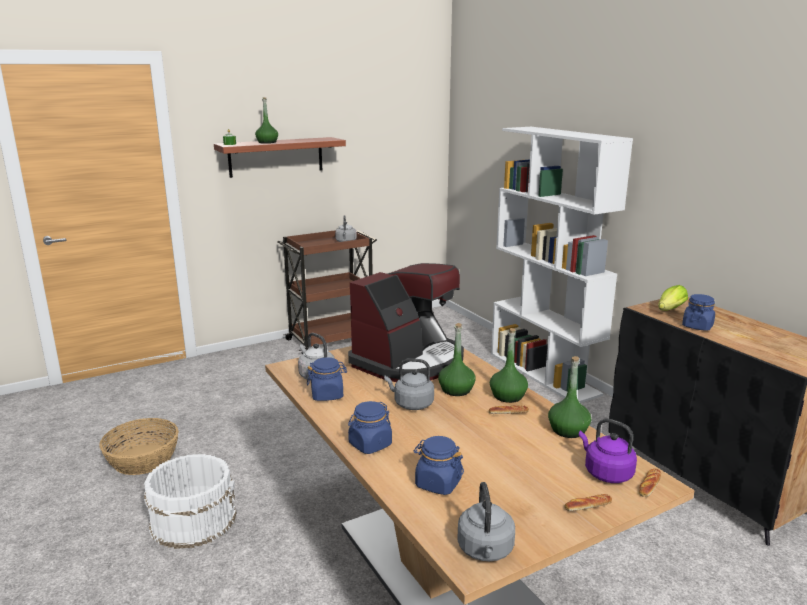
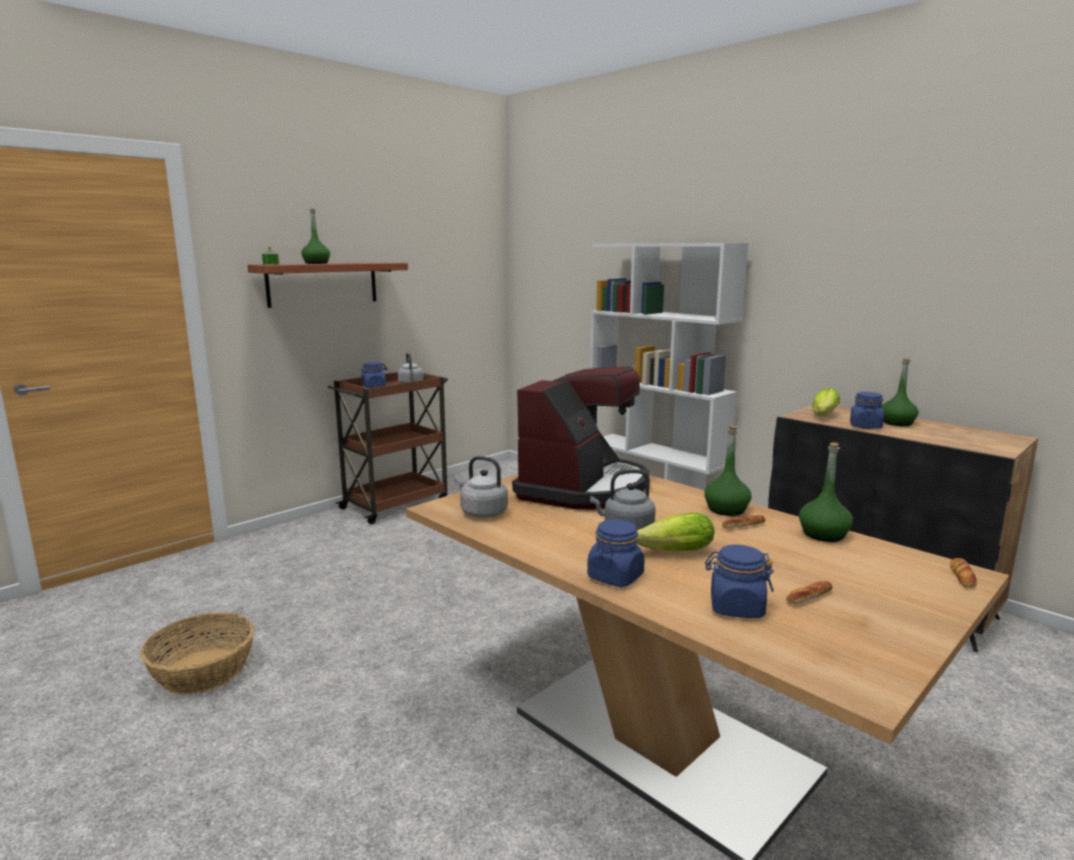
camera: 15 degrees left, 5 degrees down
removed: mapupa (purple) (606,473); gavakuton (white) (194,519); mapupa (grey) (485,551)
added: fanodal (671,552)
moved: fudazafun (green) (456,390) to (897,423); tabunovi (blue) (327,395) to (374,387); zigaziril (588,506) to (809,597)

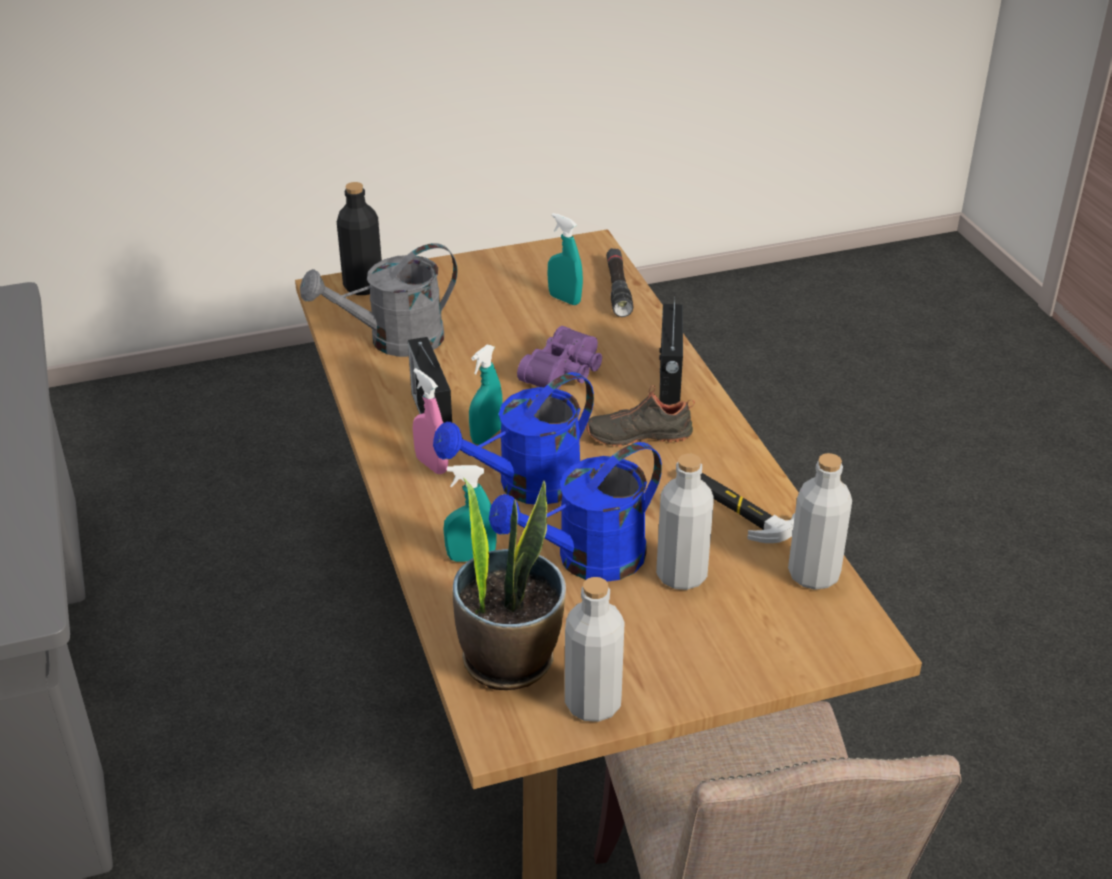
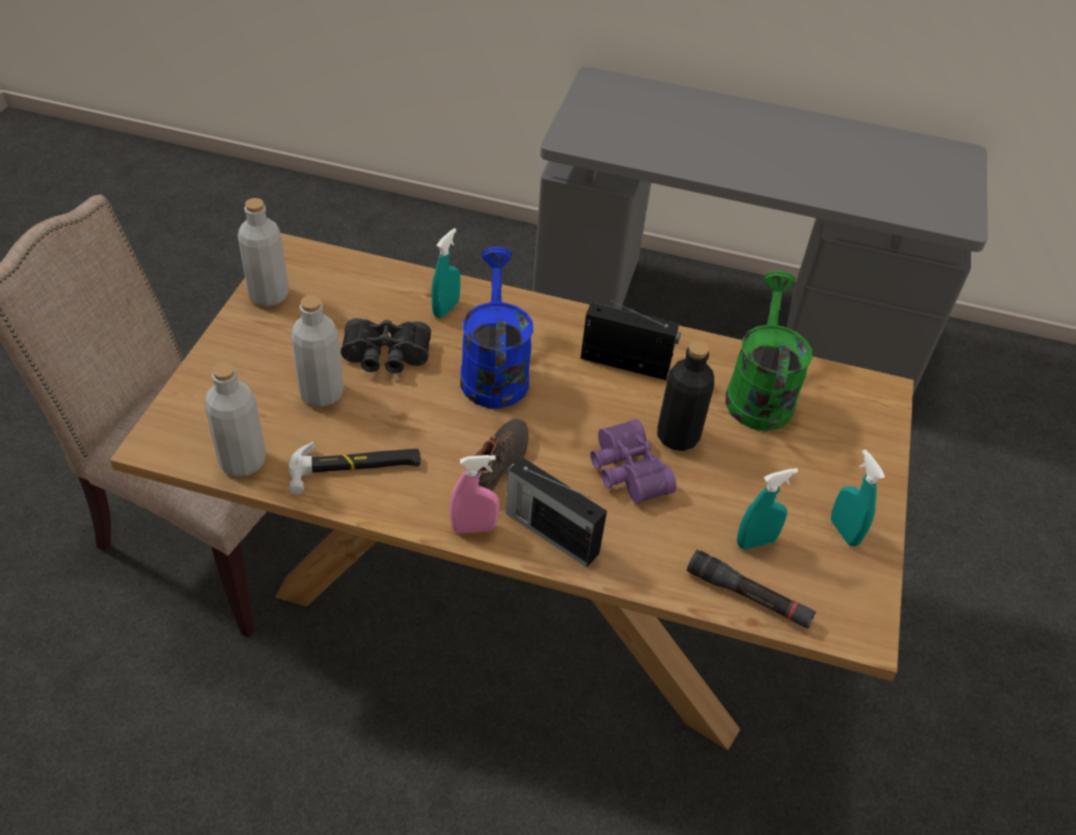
camera: 120 degrees right, 10 degrees up
removed: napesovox (509,659)
moved: fudazafun (black) (363,286) to (677,436); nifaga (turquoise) (486,436) to (844,531); nifaga (pink) (431,465) to (474,528)
replaced: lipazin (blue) (587,560) to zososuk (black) (386,357)
recoloured: lipazin (grey) (394,341) to lipazin (green) (759,392)

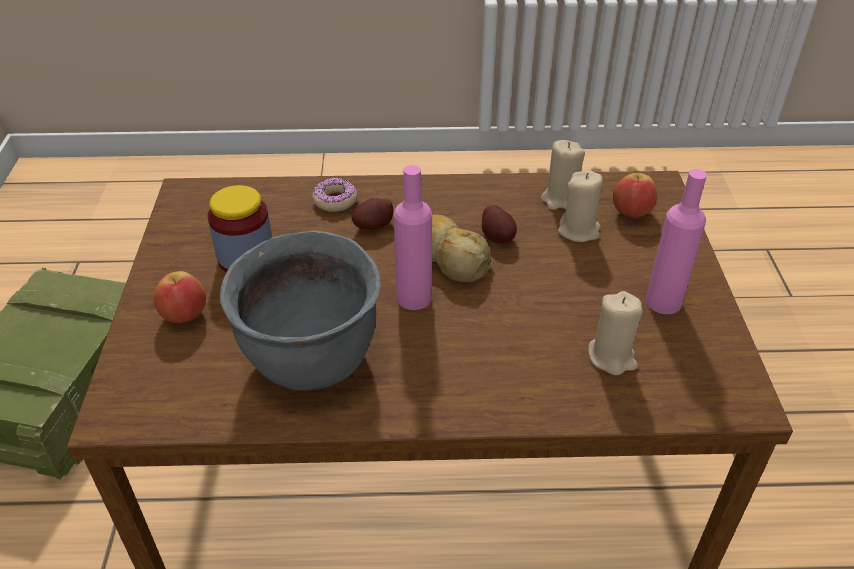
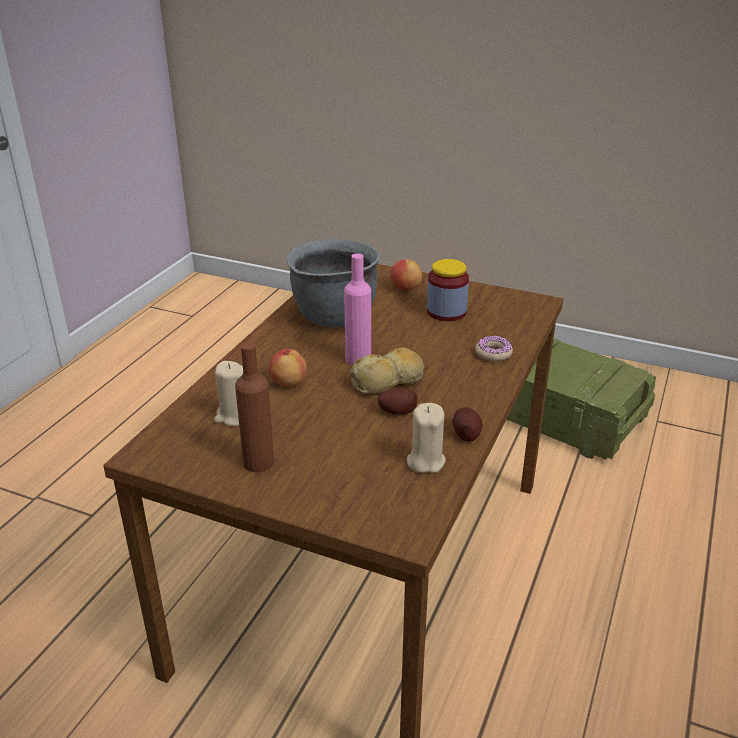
camera: 115 degrees right, 10 degrees down
removed: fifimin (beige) (579,230)
moved: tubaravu (631,212) to (288,383); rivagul (373,225) to (466,434)
recoloured: fudazafun (pink) (663,302) to fudazafun (brown) (258,462)

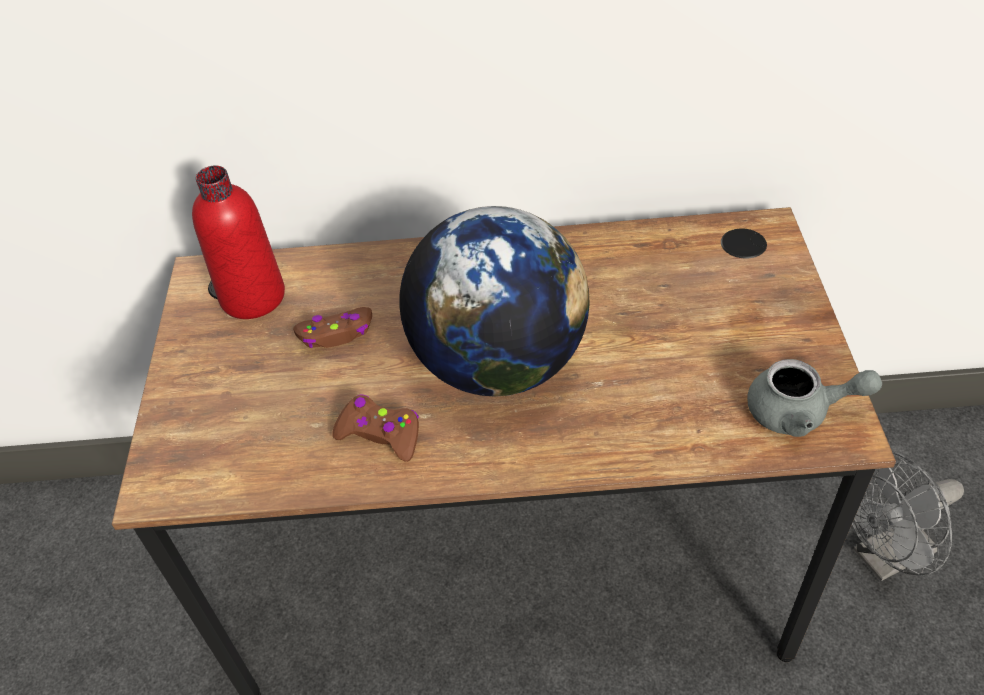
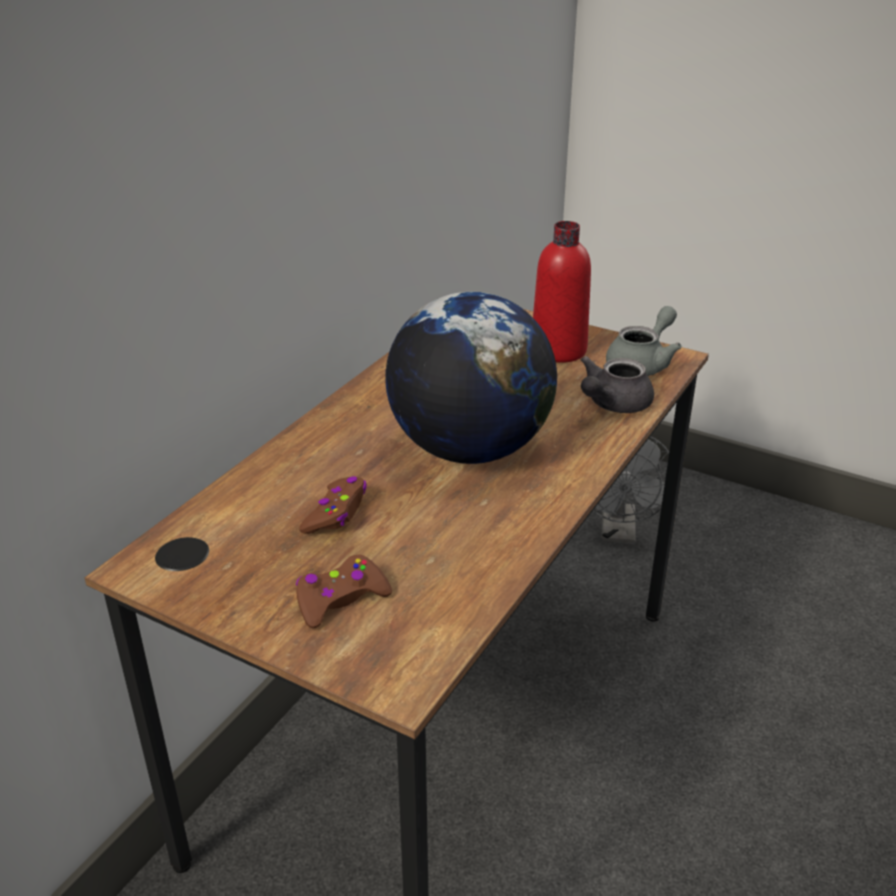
camera: 60 degrees left, 15 degrees down
added: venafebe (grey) (612,404)
moved: fudazafun (red) (253,297) to (558,350); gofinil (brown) (380,434) to (340,599)

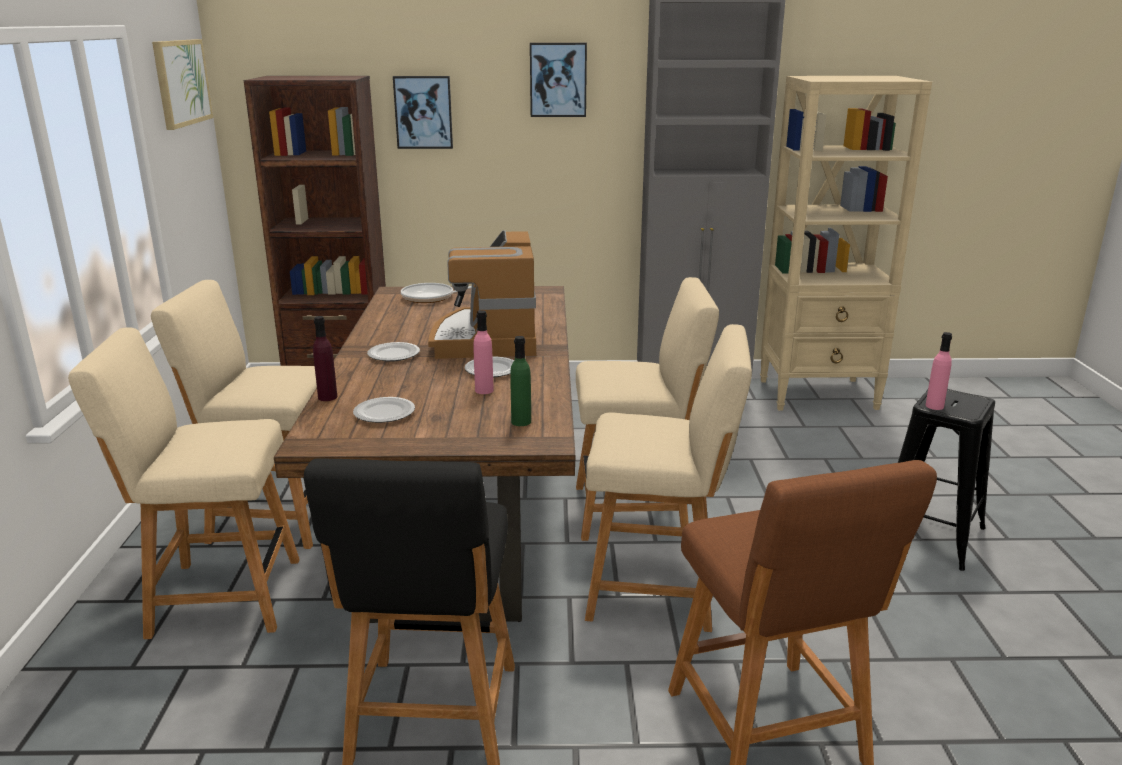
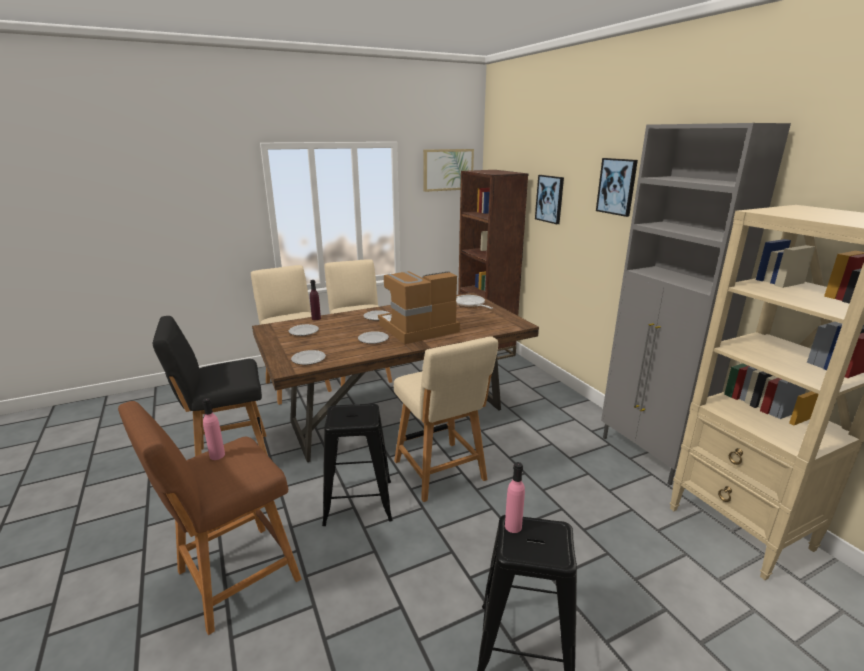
camera: 65 degrees right, 0 degrees up
moved: fudazafun (pink) (484,390) to (217,455)
replaced: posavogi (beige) (659,589) to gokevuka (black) (358,502); fudazafun (green) (521,422) to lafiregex (308,359)

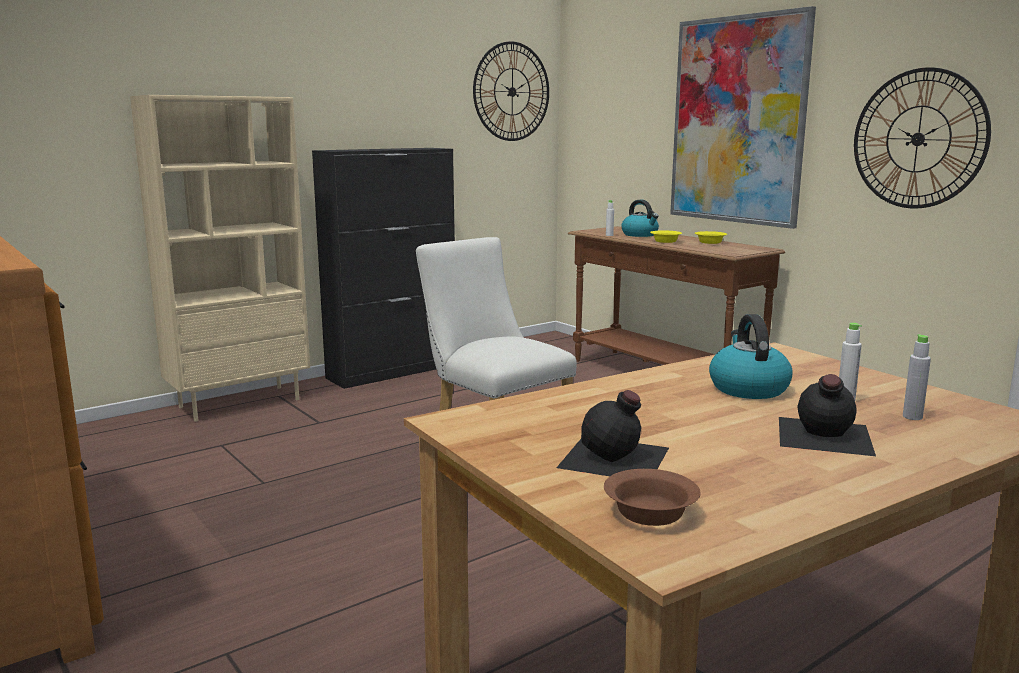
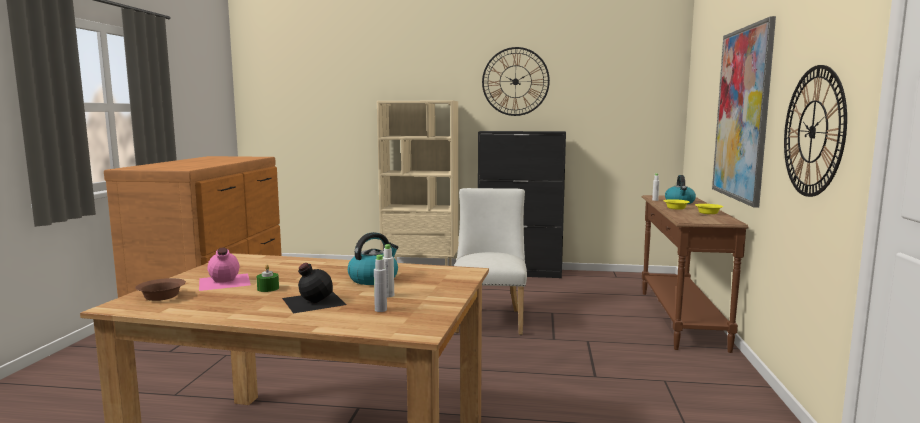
camera: 45 degrees right, 5 degrees down
added: fifimin (green) (268,288)
moved: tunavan (512,92) to (515,81)
recoloured: fudazafun (black) (615,458) to fudazafun (pink) (223,282)

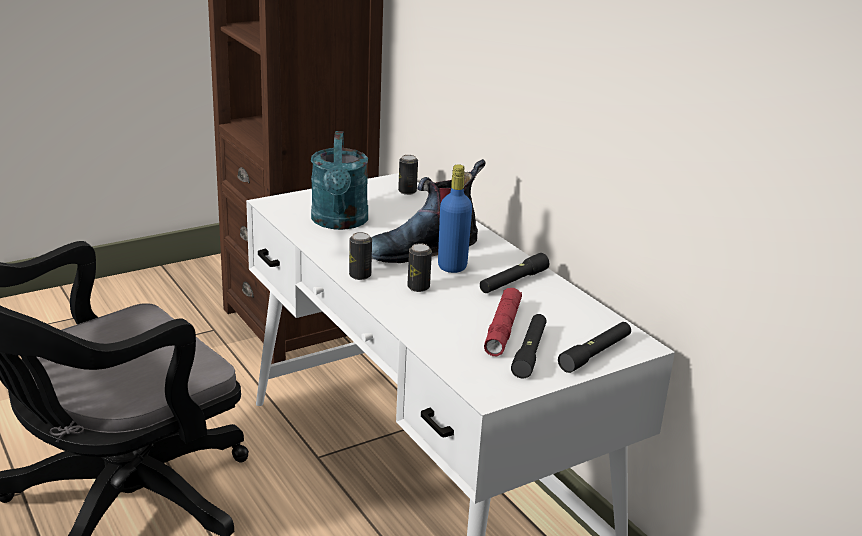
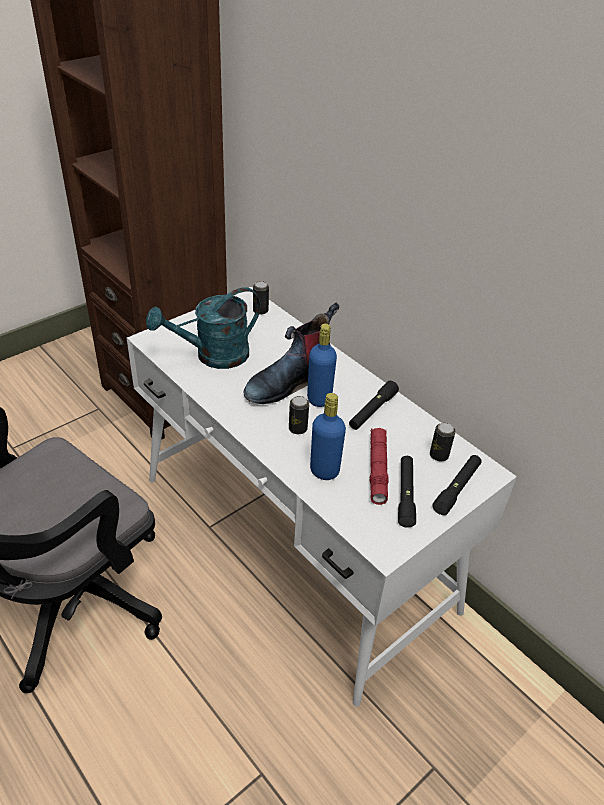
camera: 10 degrees left, 15 degrees up
added: fudazafun (blue) (324,471)
moved: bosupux (360,275) to (439,455)
turned: lipazin (turquoise) (339,222) = (213,356) 75 degrees clockwise

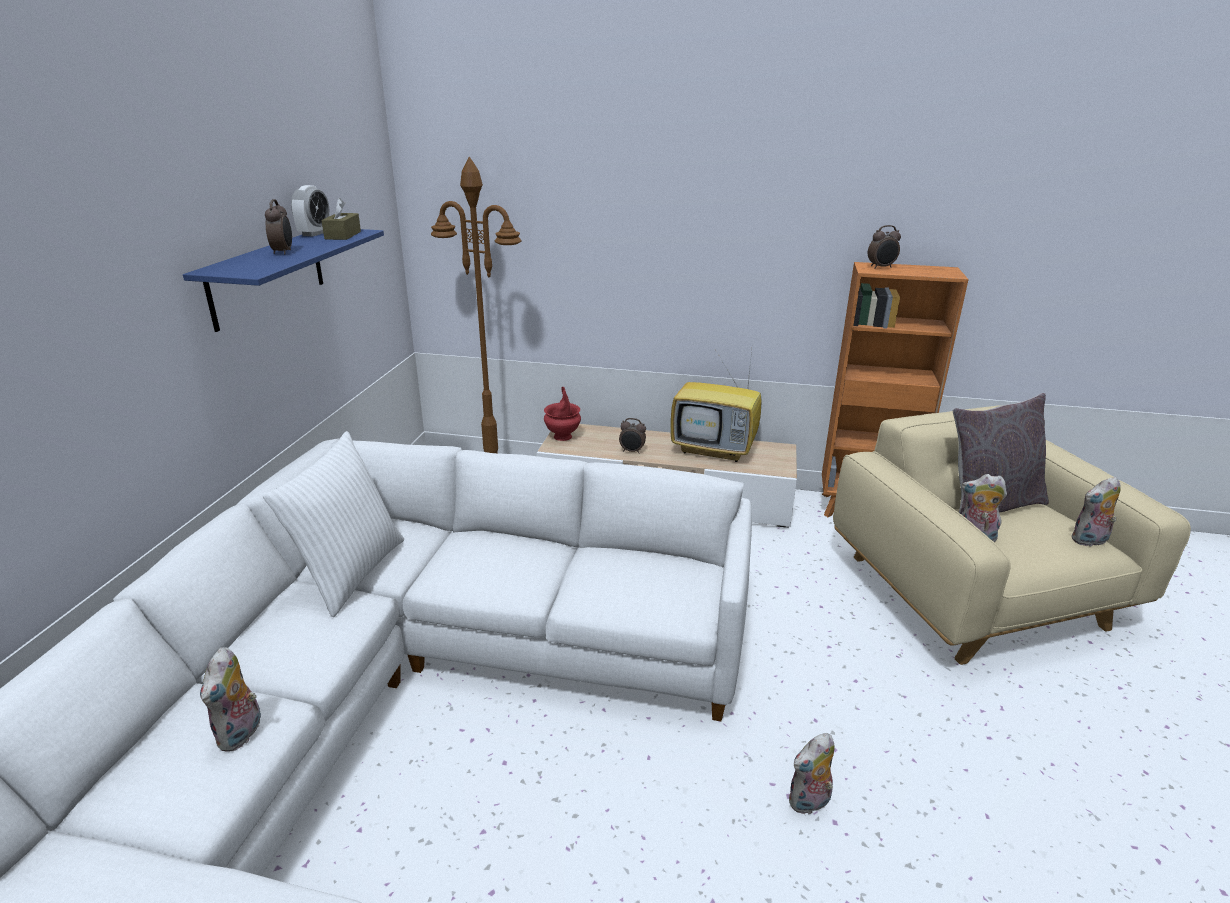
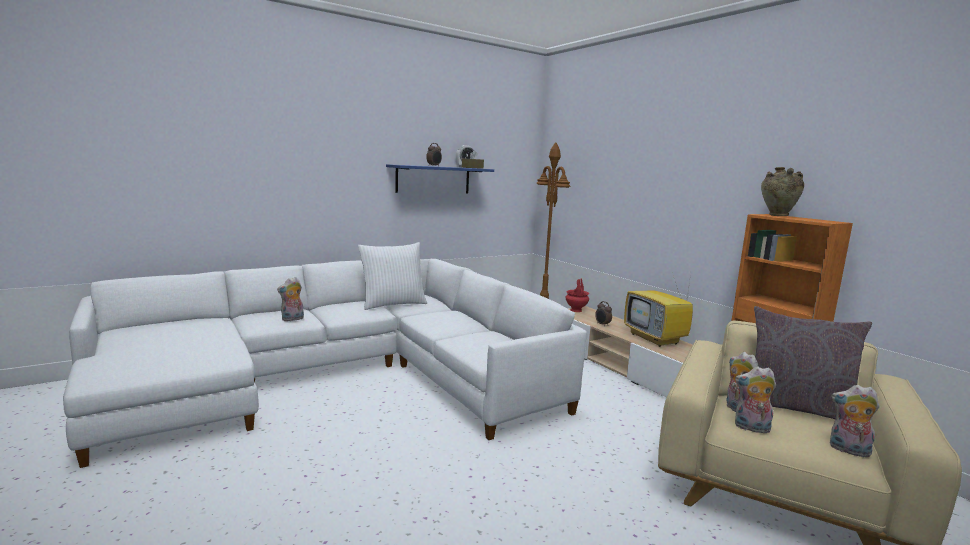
camera: 45 degrees right, 15 degrees down
moved: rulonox (809,803) to (751,428)
replaced: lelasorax (881,267) to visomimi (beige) (777,215)

